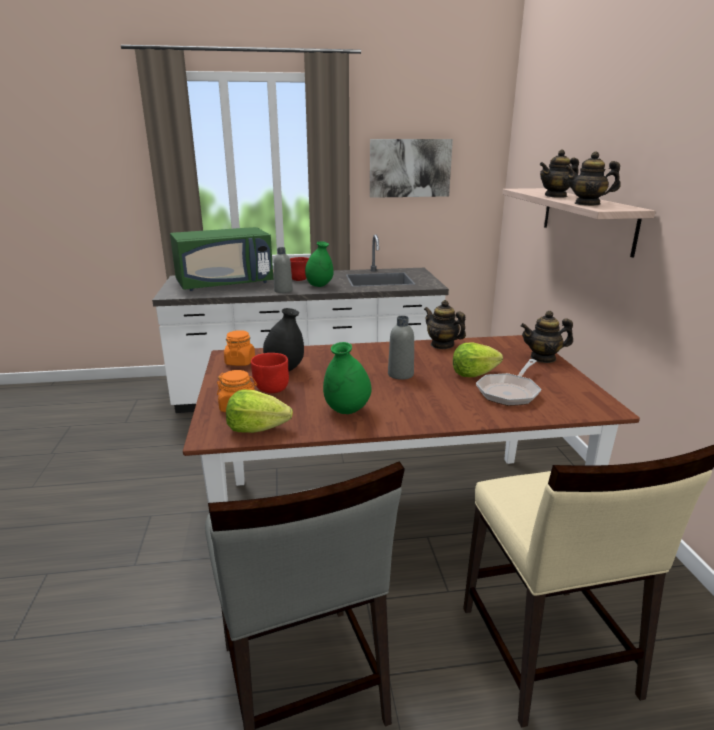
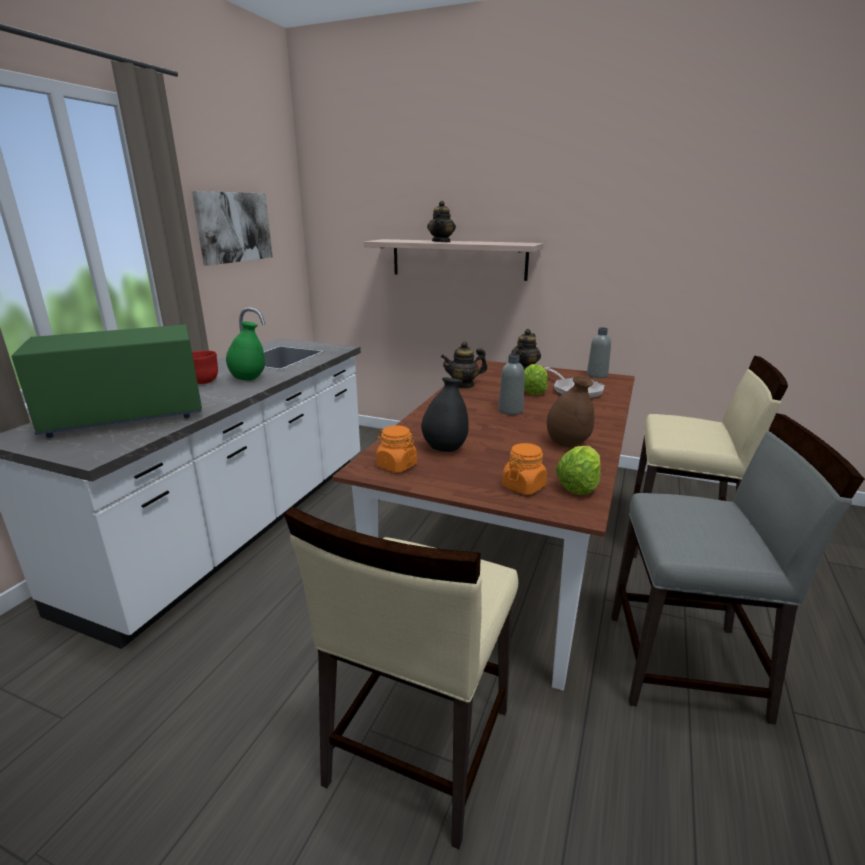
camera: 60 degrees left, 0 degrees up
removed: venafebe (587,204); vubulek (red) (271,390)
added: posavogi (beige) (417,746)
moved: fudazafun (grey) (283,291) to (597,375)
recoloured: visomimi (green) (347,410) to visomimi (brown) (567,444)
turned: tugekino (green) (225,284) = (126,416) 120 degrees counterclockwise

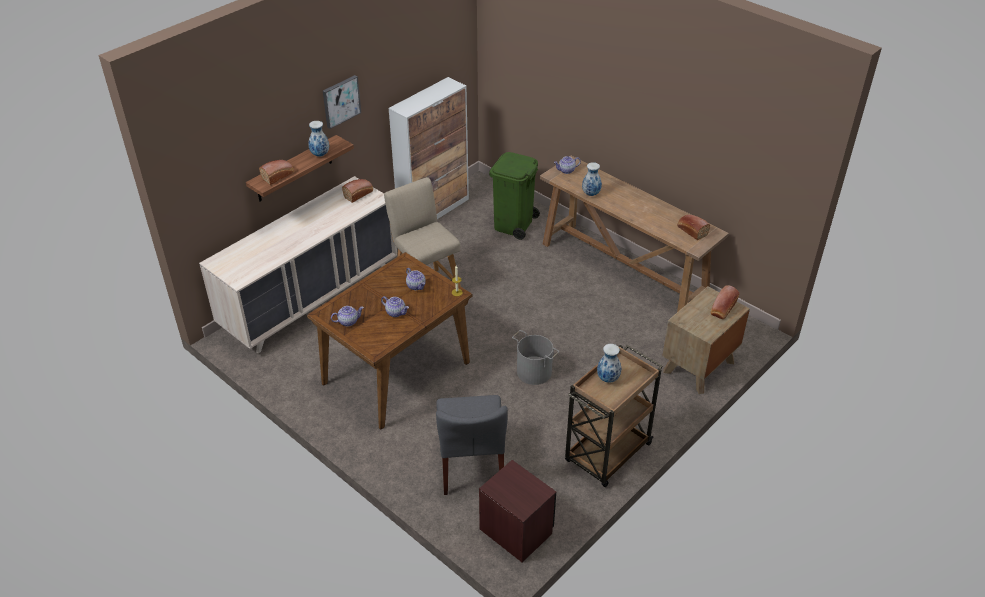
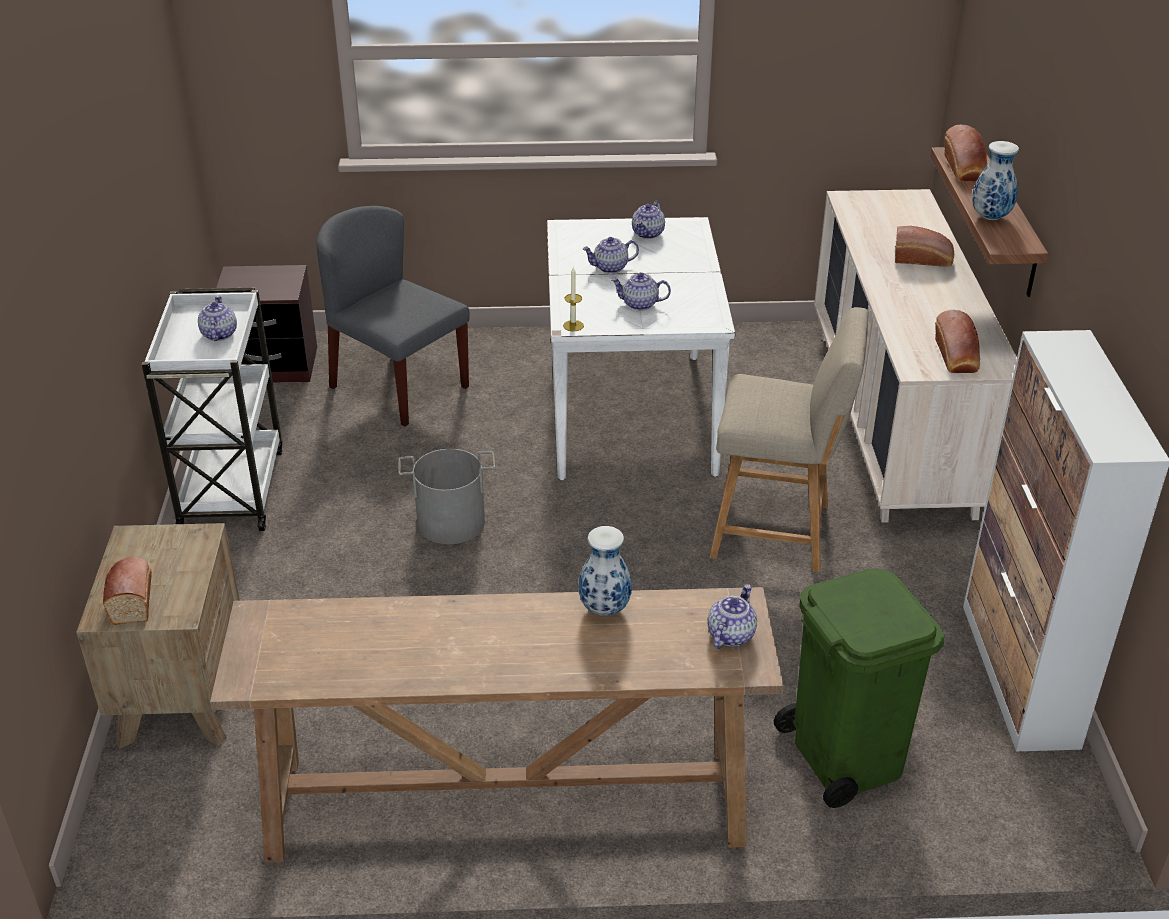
camera: 135 degrees right, 5 degrees down
removed: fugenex (340,101)
moved: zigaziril (691,230) to (923,259)
replaced: visomimi (608,378) to venafebe (218,334)
recoloured: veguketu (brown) (397,372) to veguketu (white) (632,415); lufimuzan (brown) (607,454) to lufimuzan (white) (232,488)

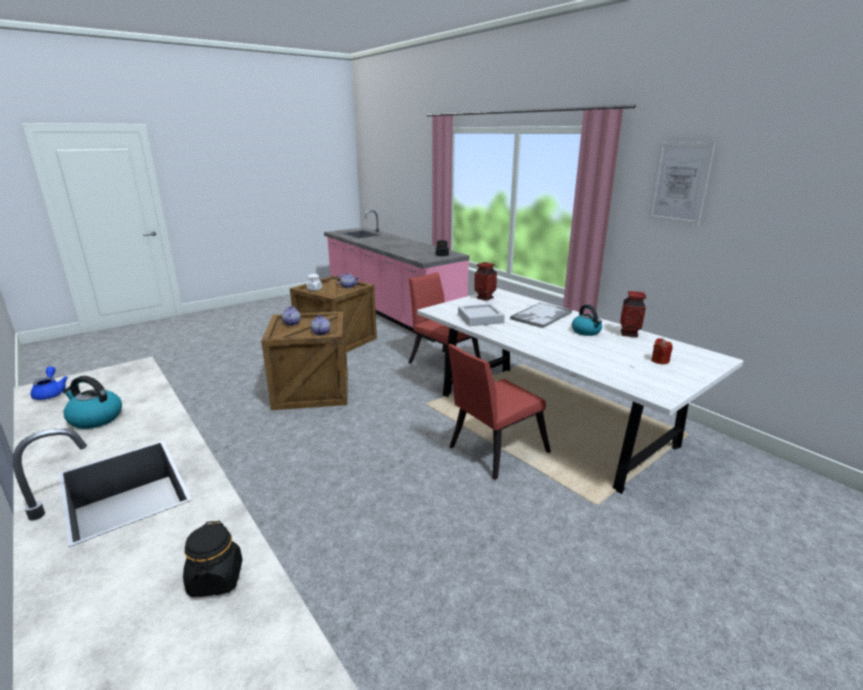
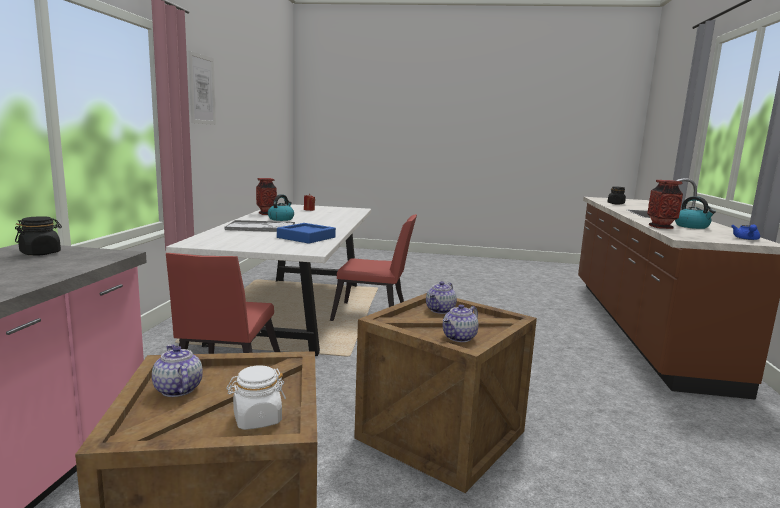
camera: 135 degrees left, 10 degrees down
moved: visomimi (484,298) to (661,227)
recoloured: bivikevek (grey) (480,318) to bivikevek (blue) (306,237)

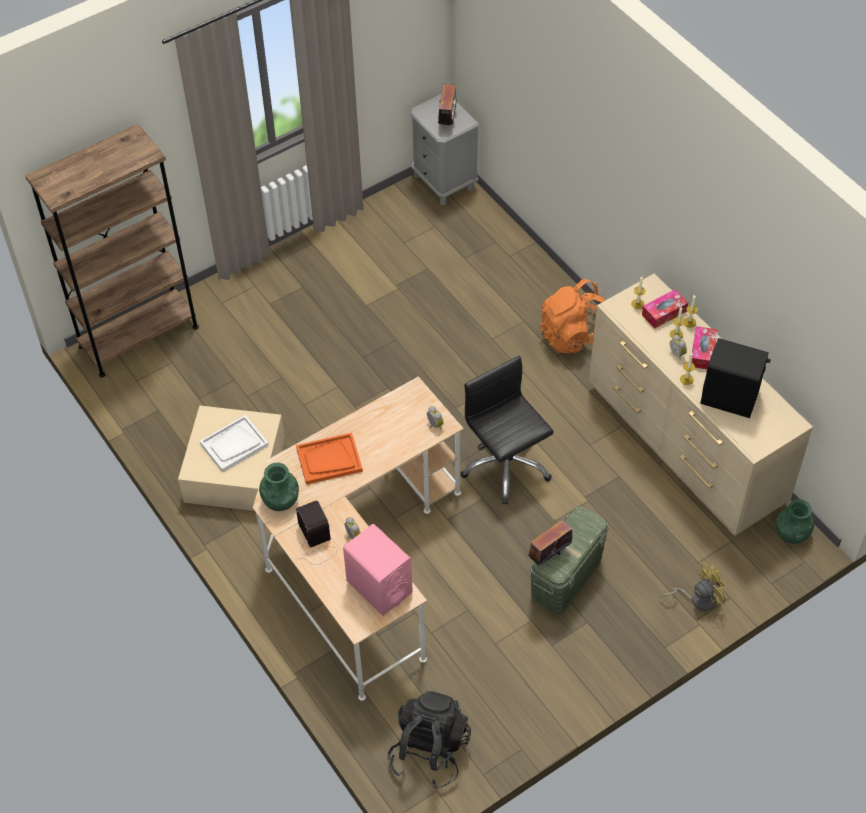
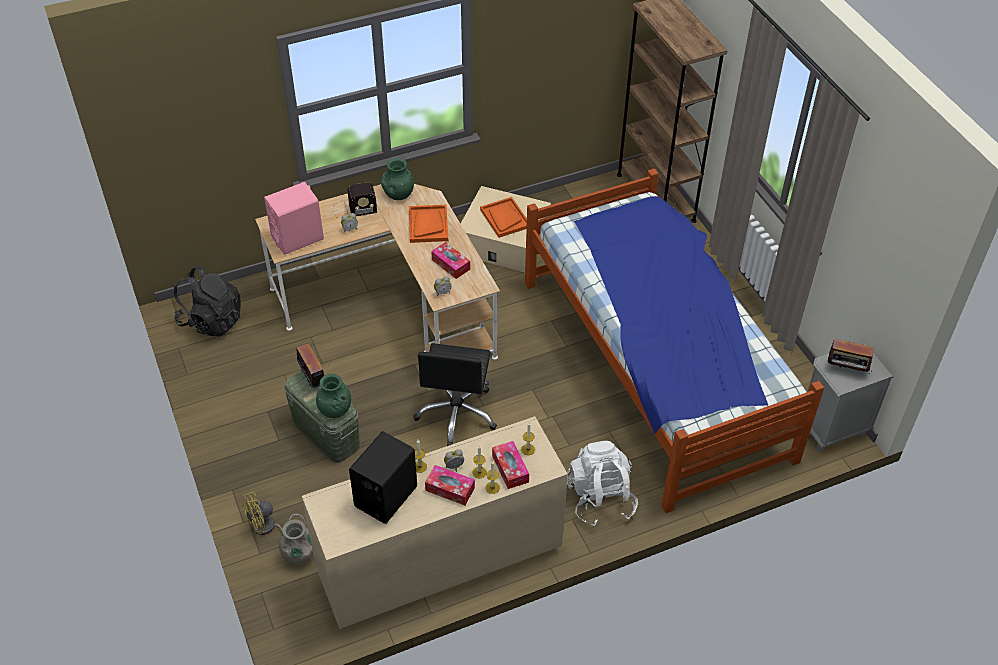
camera: 100 degrees right, 5 degrees down
added: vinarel (655,367); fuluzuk (451,264); visomimi (grey) (299,554)
moved: visomimi (green) (791,533) to (335,409)
recoloured: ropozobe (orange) (574,336) to ropozobe (white) (600,498); bivikevek (white) (234,445) to bivikevek (orange) (505,218)
turned: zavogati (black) (505,466) = (457,414) 120 degrees clockwise; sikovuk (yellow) (698,598) = (268,527) 75 degrees clockwise

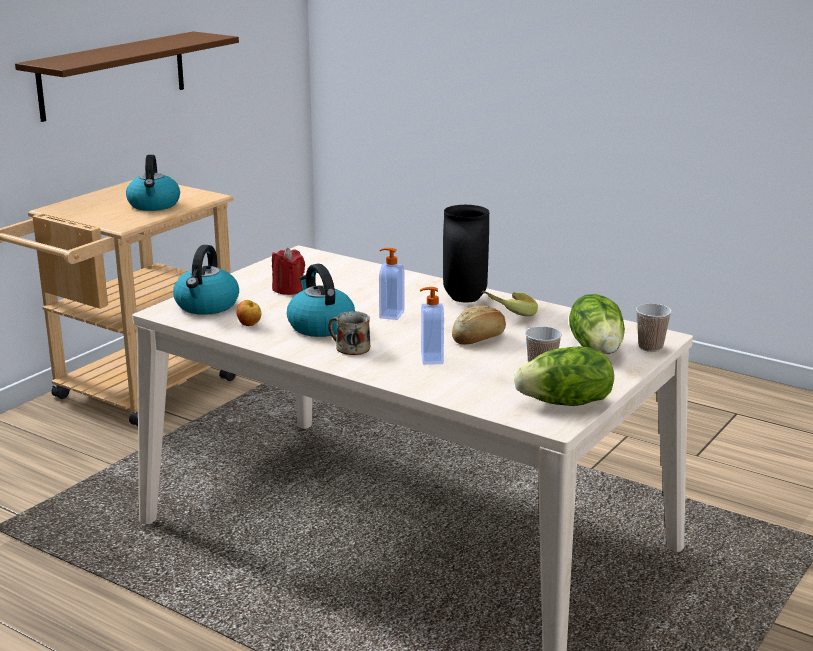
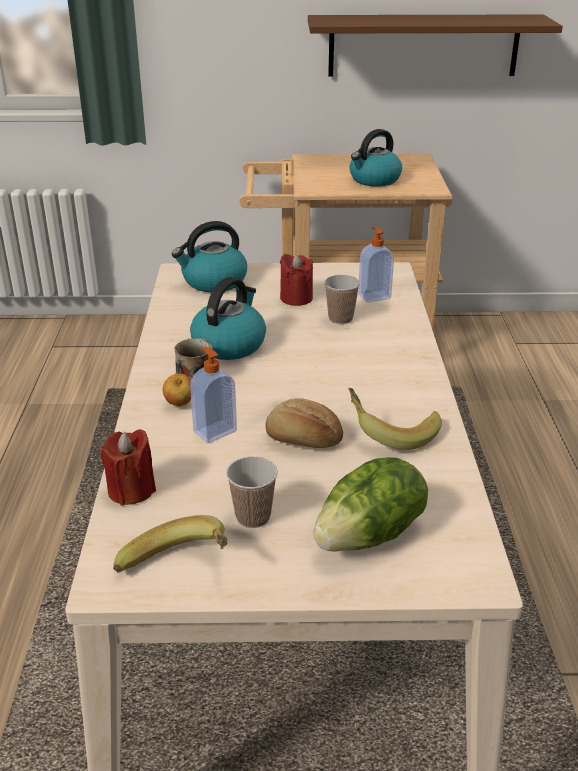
camera: 55 degrees right, 10 degrees up
removed: visomimi (black) (466,299)
added: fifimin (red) (131,490)
moved: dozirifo (390,314) to (374,296); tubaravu (249,325) to (179,404); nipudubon (650,347) to (340,318)
replaced: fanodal (566,403) to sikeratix (178,569)

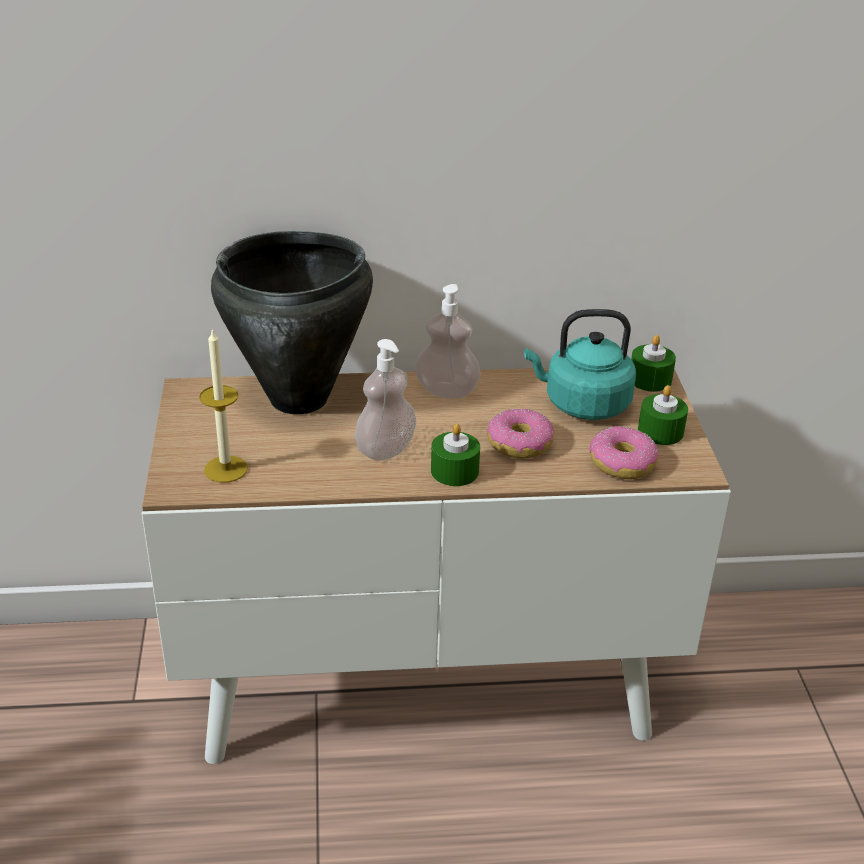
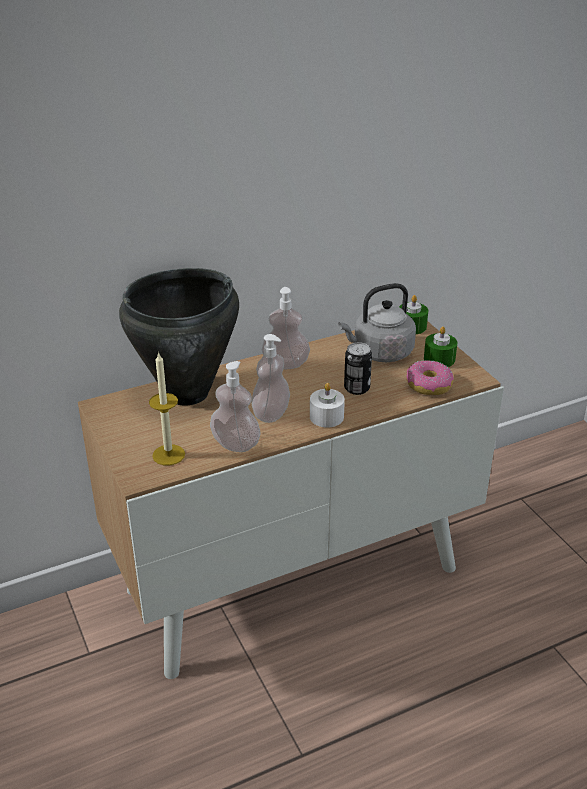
camera: 20 degrees left, 0 degrees up
added: dozirifo (235,444)
replaced: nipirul (519,444) to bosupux (357,388)
recoloured: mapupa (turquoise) (582,404) to mapupa (grey) (380,353); fifimin (green) (454,471) to fifimin (white) (326,417)

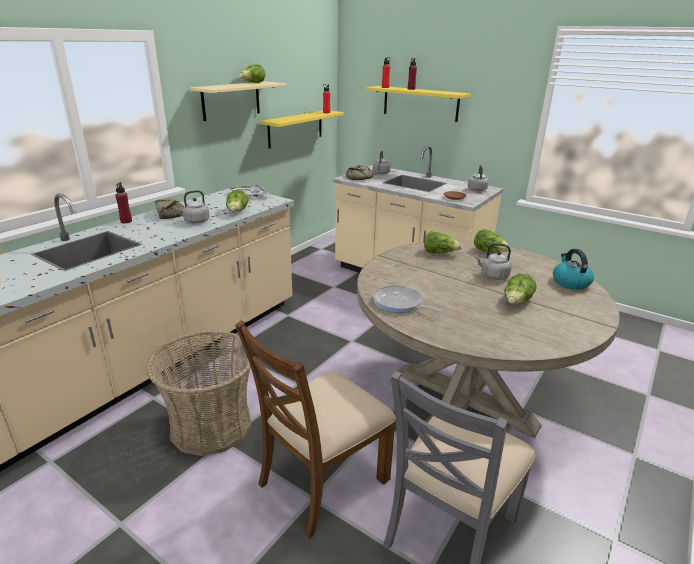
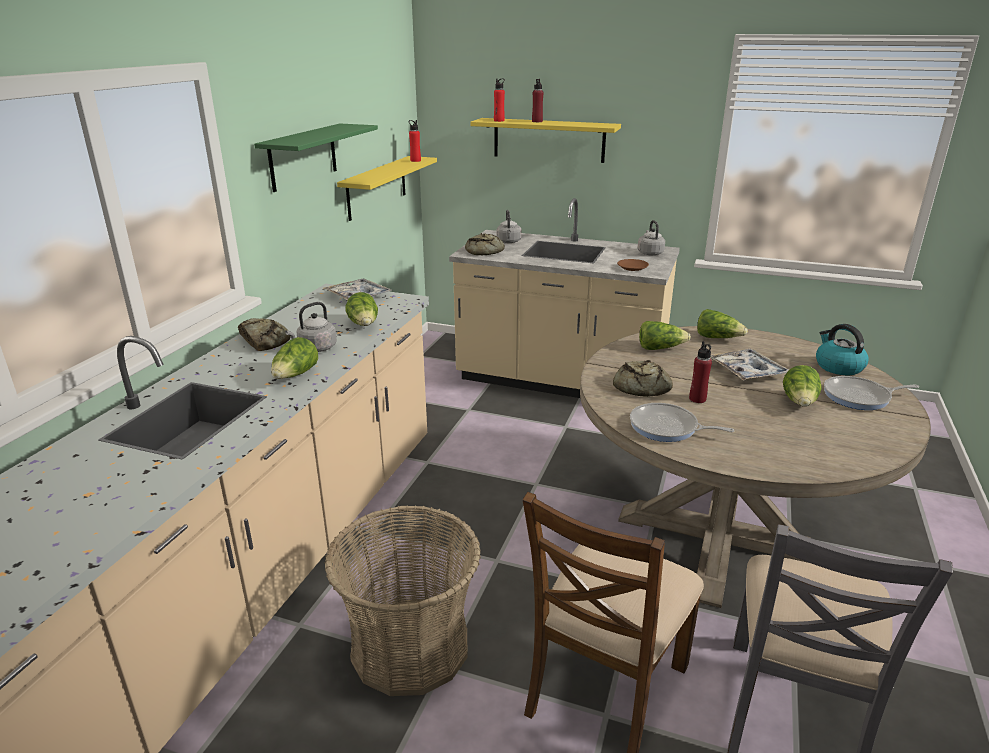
camera: 15 degrees left, 0 degrees up
added: zigaziril (640,387); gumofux (860,397)
moved: fanodal (253,83) to (295,375); fudazafun (red) (126,221) to (697,399)
replaced: mapupa (grey) (492,276) to bivikevek (746,371)
recoloured: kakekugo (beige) (231,100) to kakekugo (green) (303,157)

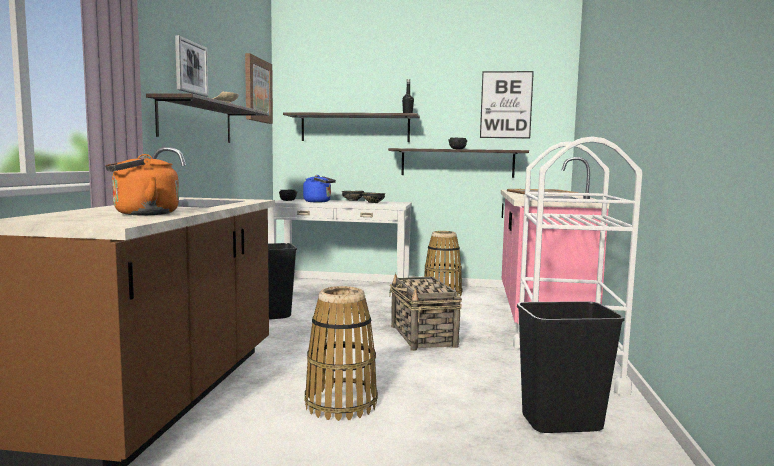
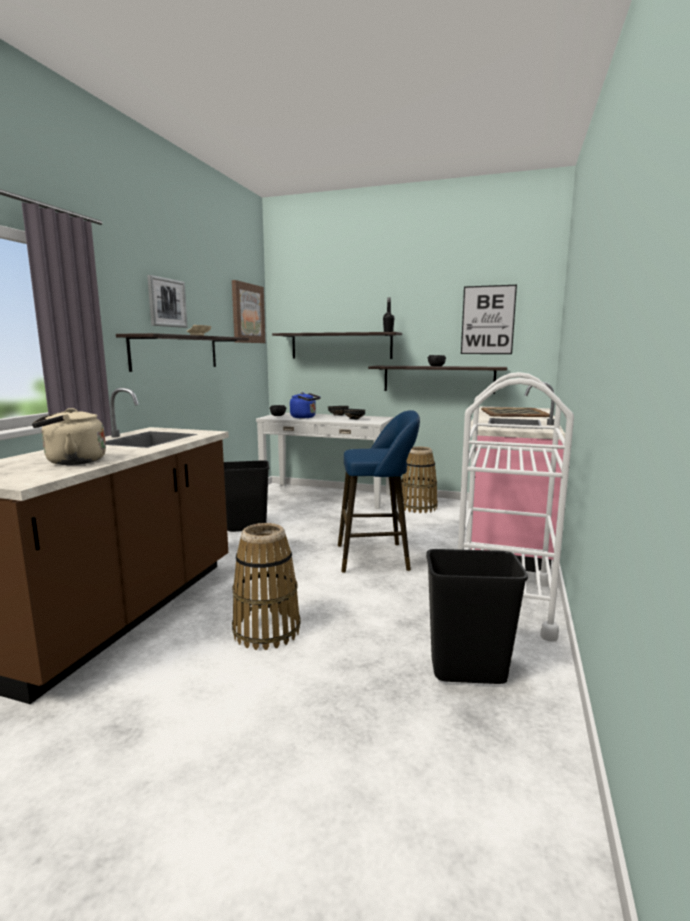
camera: 10 degrees right, 5 degrees up
replaced: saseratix (423,337) to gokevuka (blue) (377,557)
recoloured: mapupa (orange) (142,214) to mapupa (beige) (72,462)

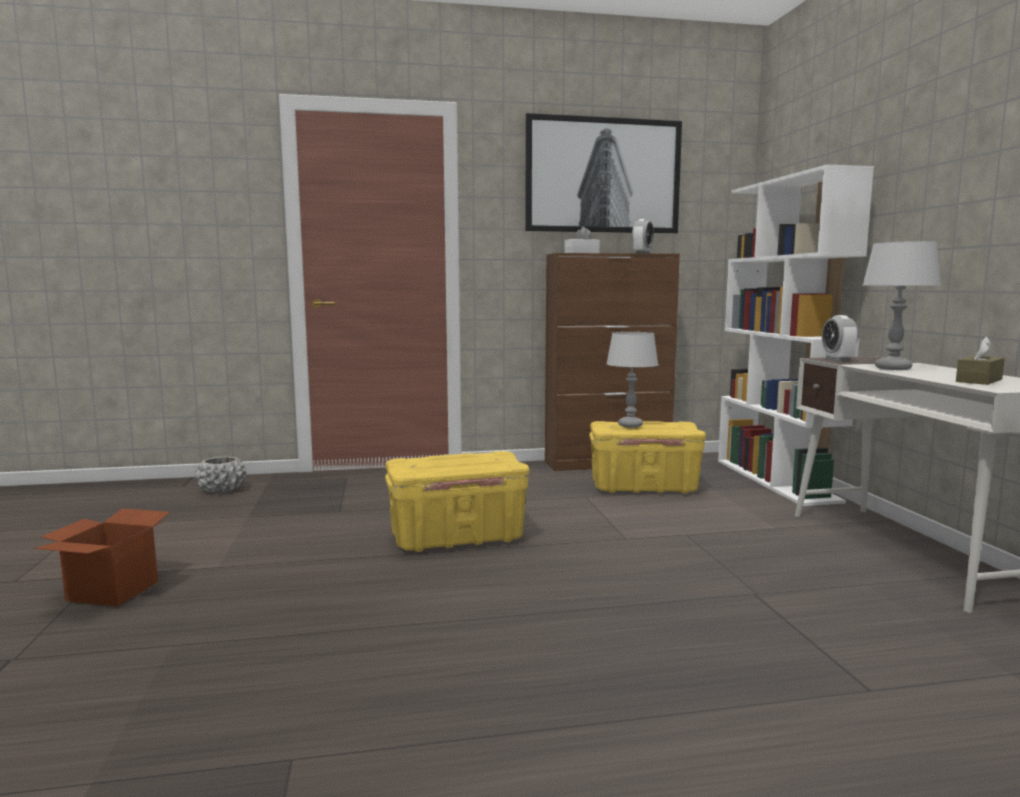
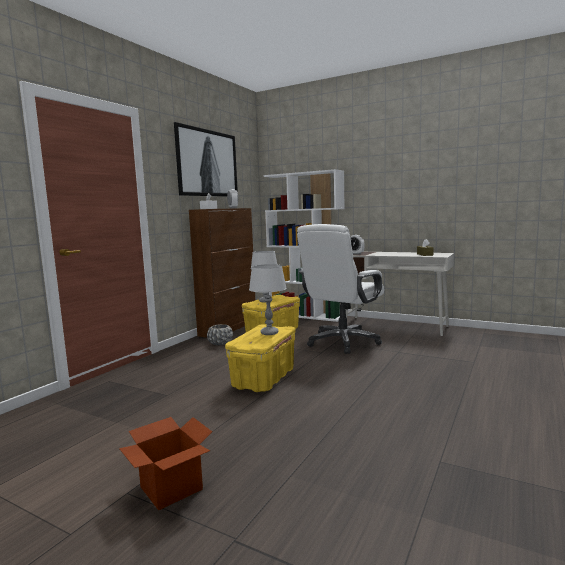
camera: 50 degrees left, 0 degrees up
added: zavogati (white) (342,342)
moved: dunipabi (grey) (893,368) to (269,333); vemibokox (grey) (222,490) to (220,343)

